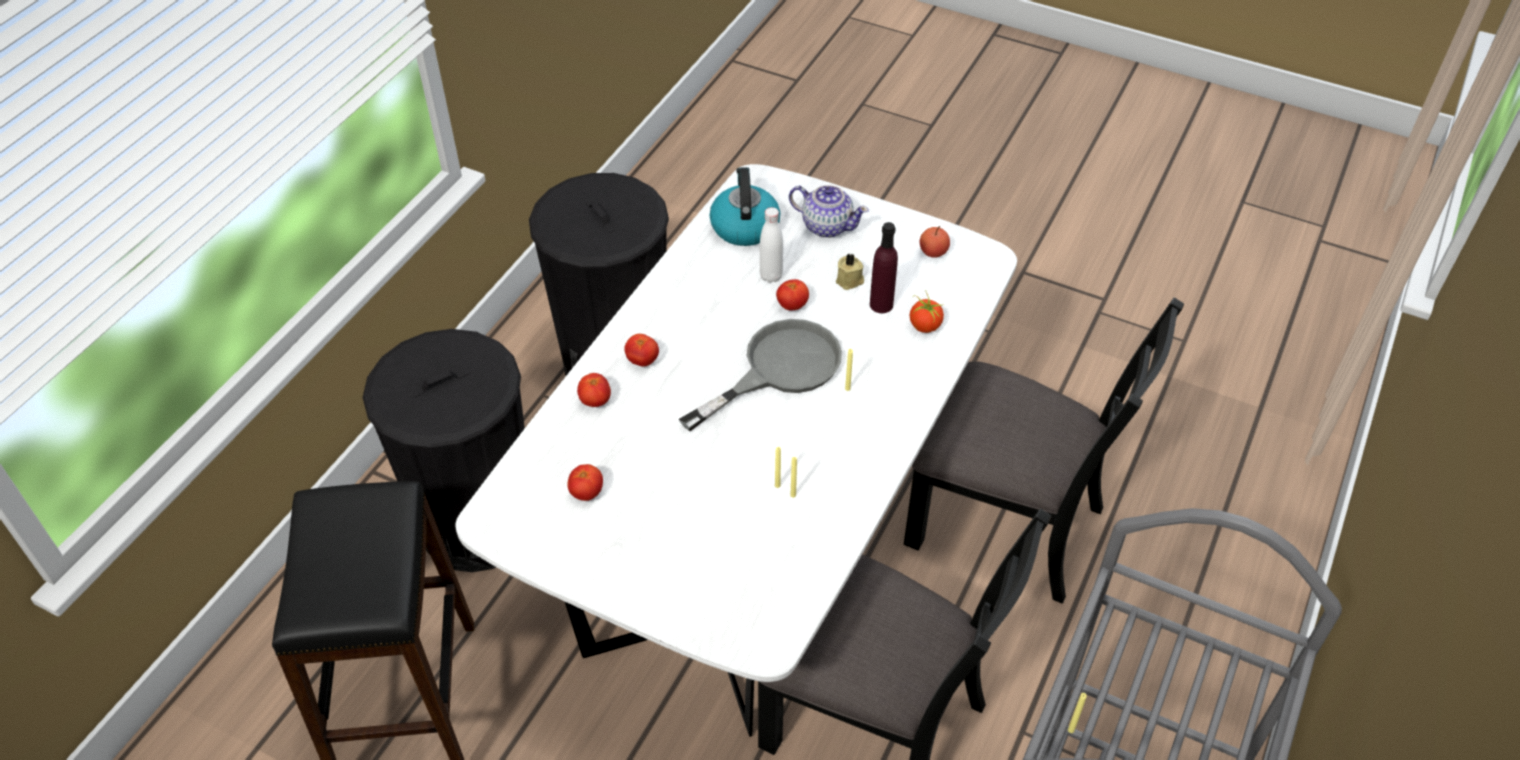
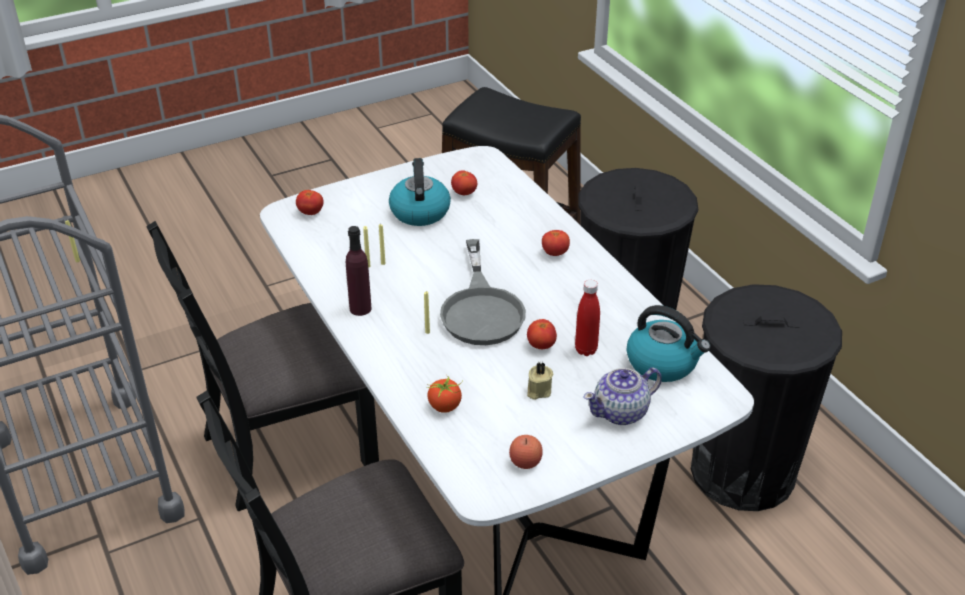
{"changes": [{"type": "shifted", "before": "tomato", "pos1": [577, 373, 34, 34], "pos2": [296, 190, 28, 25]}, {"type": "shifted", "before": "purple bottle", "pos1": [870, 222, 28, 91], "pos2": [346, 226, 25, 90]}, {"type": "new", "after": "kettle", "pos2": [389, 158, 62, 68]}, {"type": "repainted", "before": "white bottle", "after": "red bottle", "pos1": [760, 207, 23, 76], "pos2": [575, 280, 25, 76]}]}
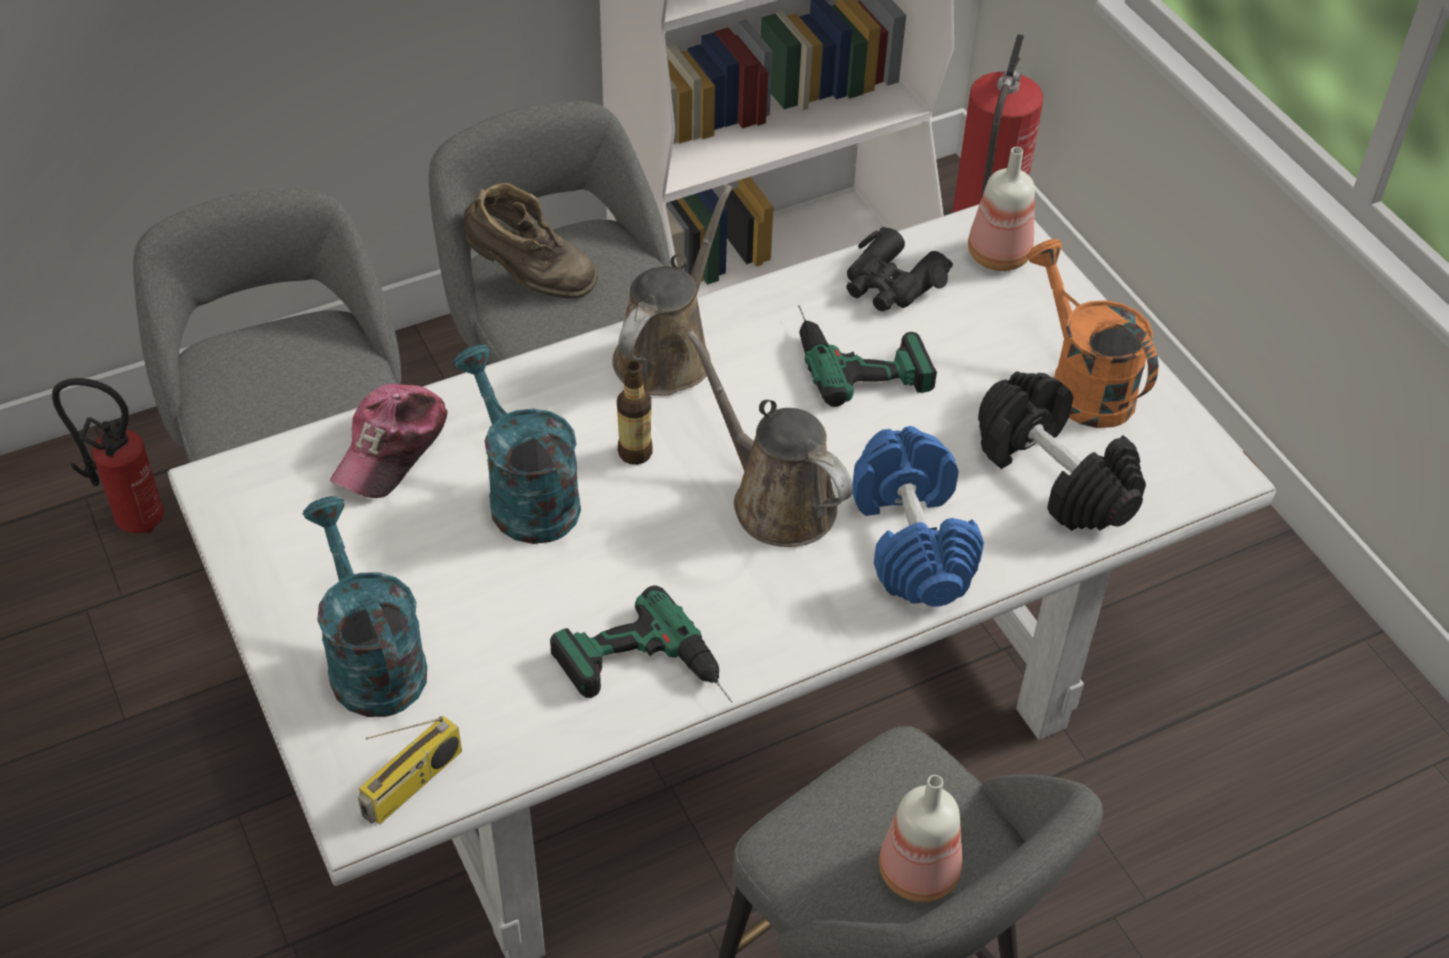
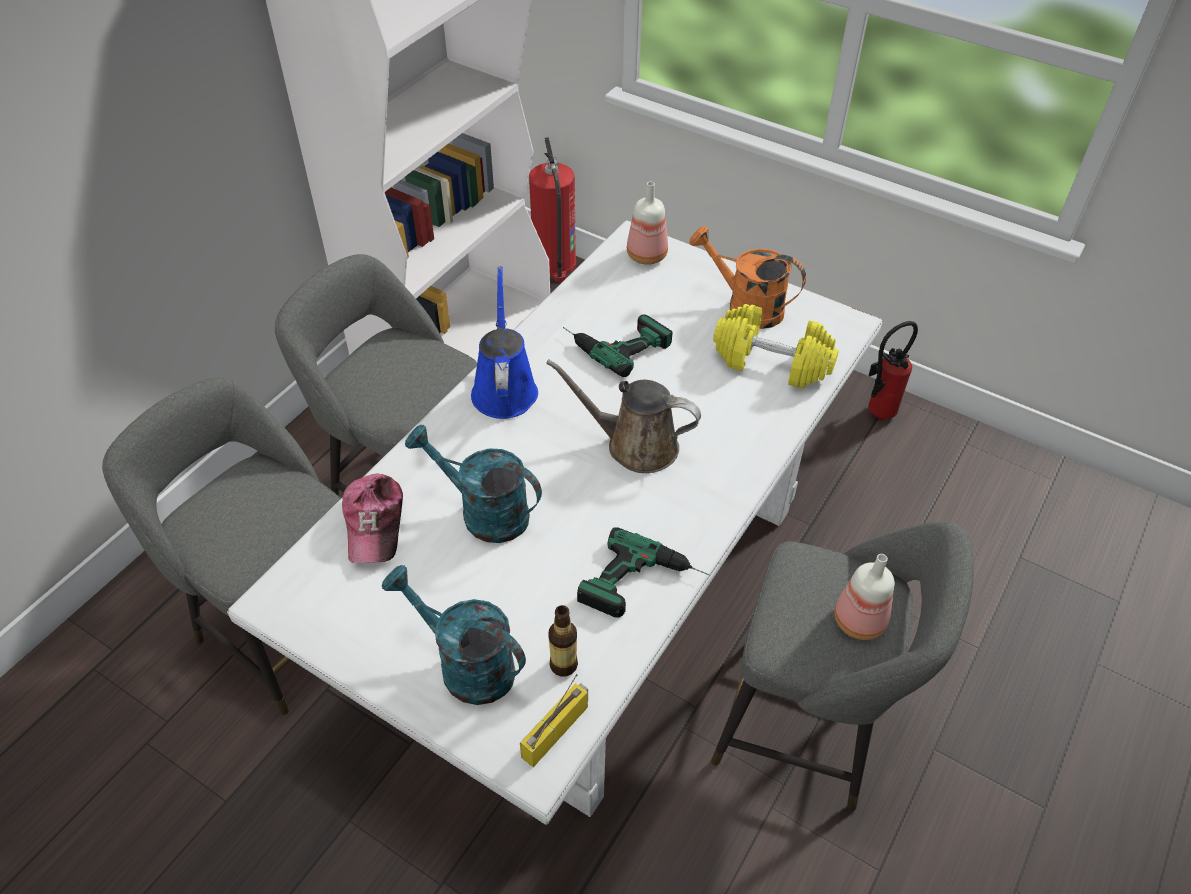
{"changes": [{"type": "repainted", "before": "brown watering can", "after": "blue watering can", "pos1": [612, 185, 120, 211], "pos2": [471, 266, 67, 153]}, {"type": "rotated", "before": "radio", "pos1": [358, 715, 104, 110], "pos2": [520, 674, 68, 93], "turn": -150}, {"type": "shifted", "before": "bottle", "pos1": [617, 361, 35, 104], "pos2": [548, 605, 30, 72]}, {"type": "repainted", "before": "black dumbbell", "after": "yellow dumbbell", "pos1": [978, 371, 168, 160], "pos2": [713, 304, 126, 85]}, {"type": "shifted", "before": "fire extinguisher", "pos1": [52, 378, 112, 155], "pos2": [868, 321, 50, 100]}, {"type": "gone", "before": "brown boot", "pos1": [464, 183, 134, 116]}, {"type": "gone", "before": "black binoculars", "pos1": [846, 227, 107, 85]}, {"type": "gone", "before": "blue dumbbell", "pos1": [852, 426, 132, 181]}]}
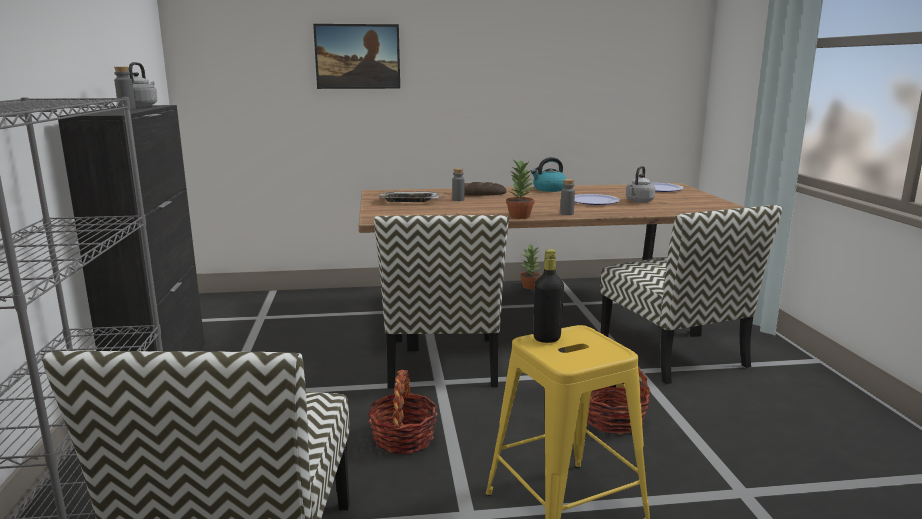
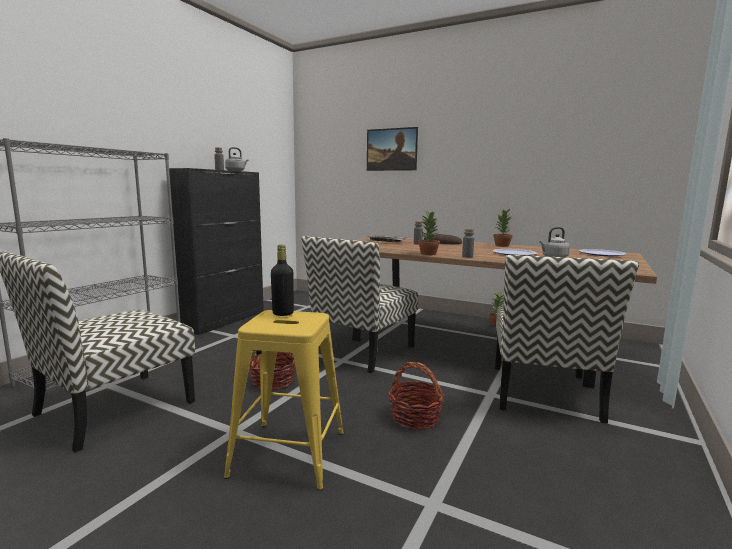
{"changes": [{"type": "swapped", "before": "kettle", "after": "potted plant", "pos1": [531, 157, 36, 35], "pos2": [493, 209, 20, 38]}]}
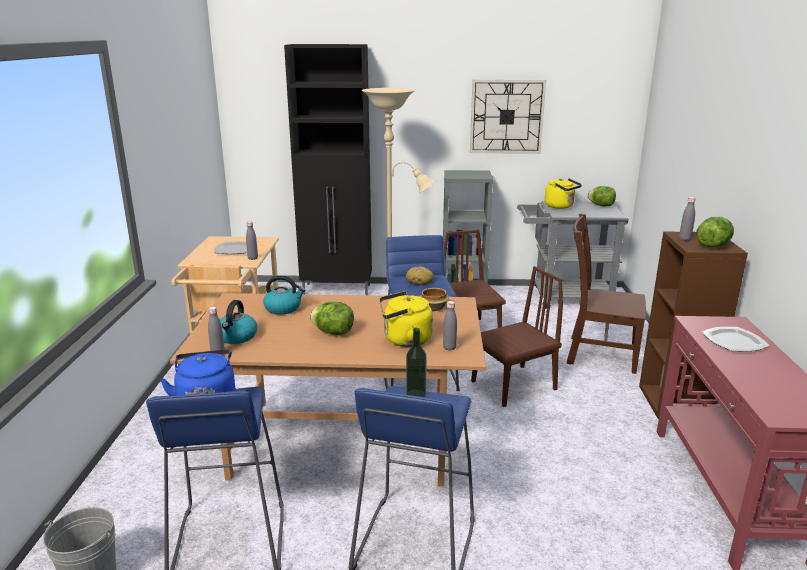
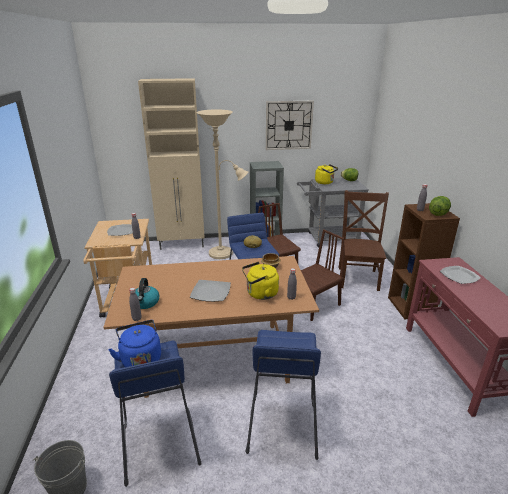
{"changes": [{"type": "repainted", "before": "black cabinet", "after": "beige cabinet", "pos1": [284, 44, 88, 251], "pos2": [138, 78, 67, 172]}, {"type": "swapped", "before": "lettuce", "after": "plate", "pos1": [310, 302, 44, 33], "pos2": [190, 280, 41, 22]}, {"type": "rotated", "before": "brown chair", "pos1": [567, 213, 79, 161], "pos2": [338, 190, 51, 101], "turn": 90}, {"type": "gone", "before": "kettle", "pos1": [263, 275, 42, 40]}, {"type": "gone", "before": "bottle", "pos1": [406, 328, 21, 69]}]}
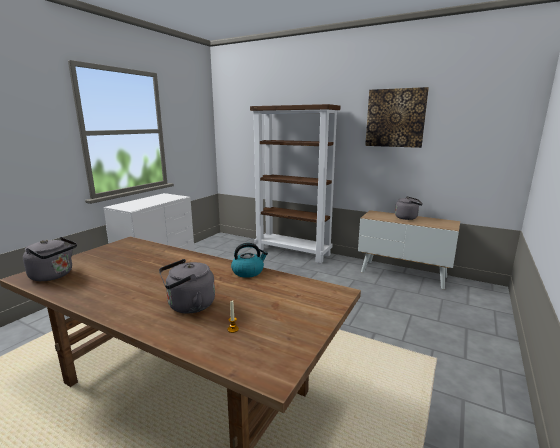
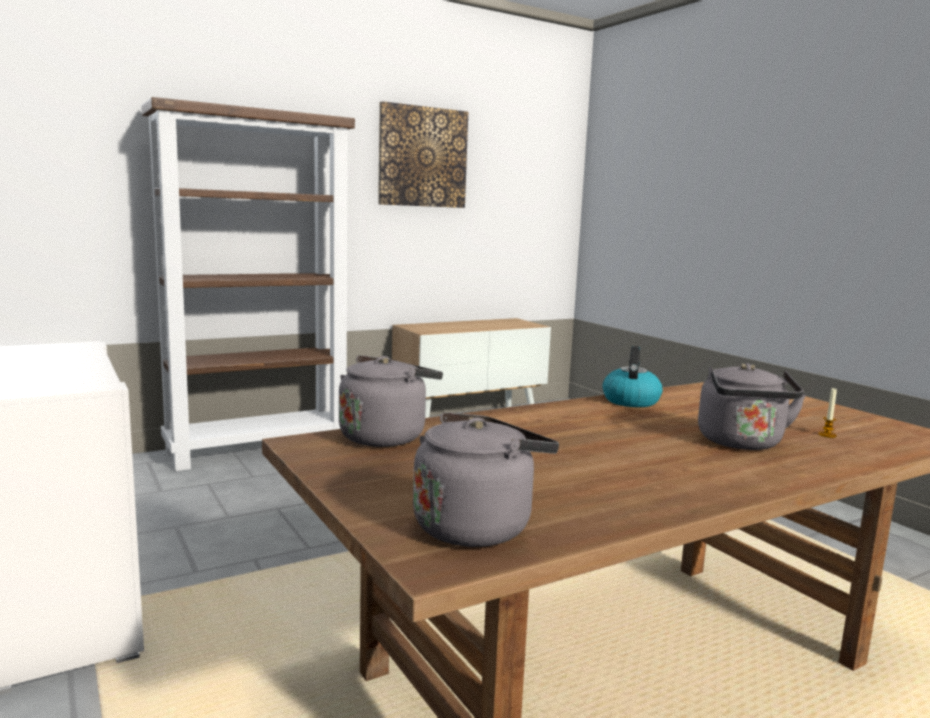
{"changes": [{"type": "shifted", "before": "grey kettle", "pos1": [395, 196, 28, 24], "pos2": [339, 355, 104, 92]}]}
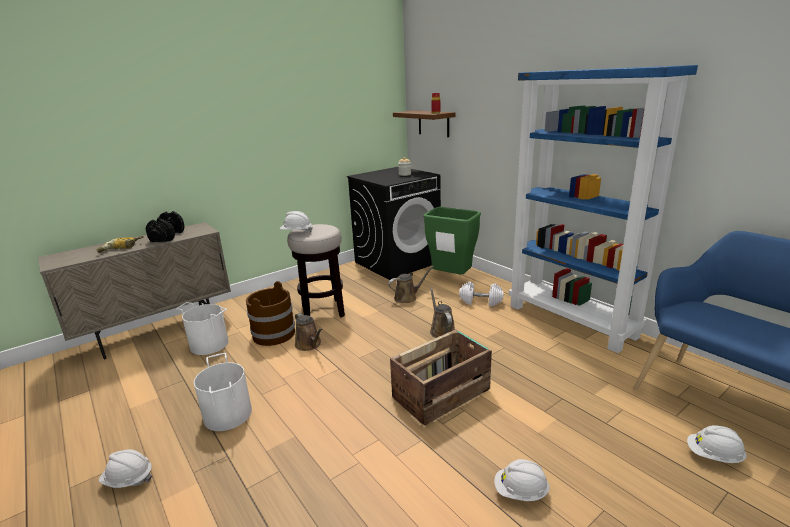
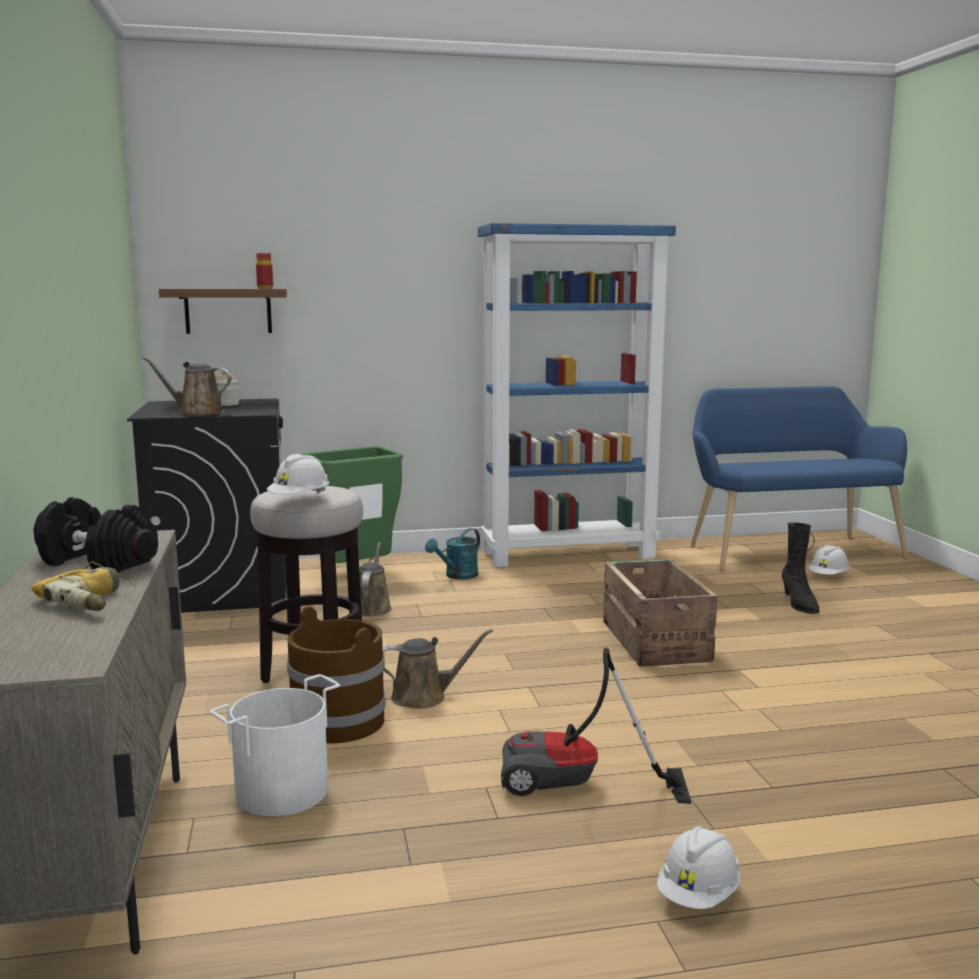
{"changes": [{"type": "shifted", "before": "brown watering can", "pos1": [430, 287, 25, 51], "pos2": [142, 357, 90, 58]}, {"type": "swapped", "before": "white dumbbell", "after": "turquoise watering can", "pos1": [459, 281, 45, 26], "pos2": [425, 528, 55, 51]}, {"type": "swapped", "before": "white bucket", "after": "vacuum cleaner", "pos1": [194, 353, 58, 78], "pos2": [501, 648, 190, 156]}, {"type": "new", "after": "black boot", "pos2": [782, 522, 37, 92]}, {"type": "gone", "before": "white hard hat", "pos1": [494, 459, 56, 42]}]}
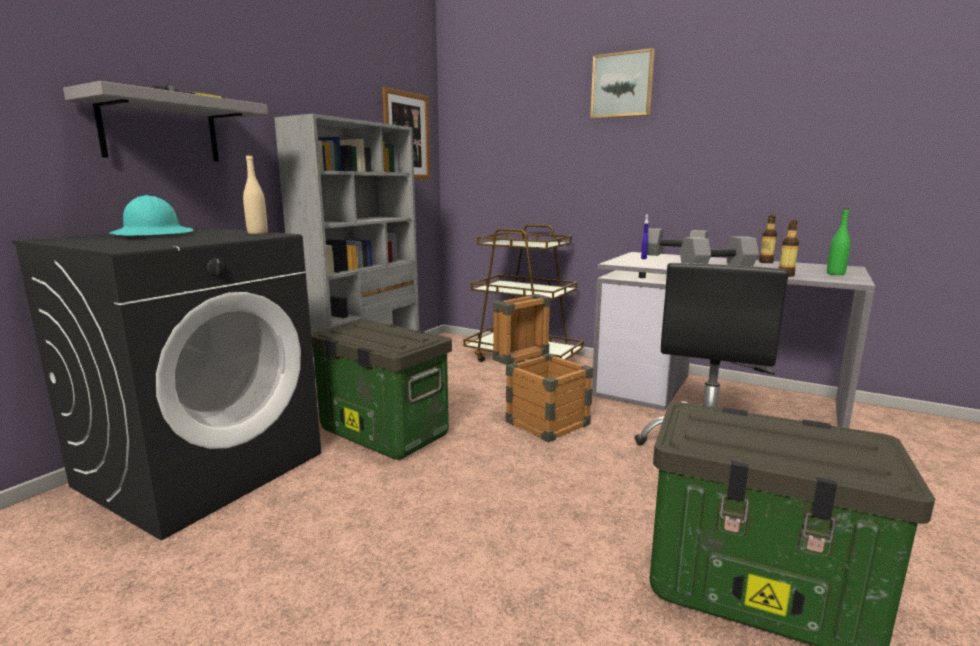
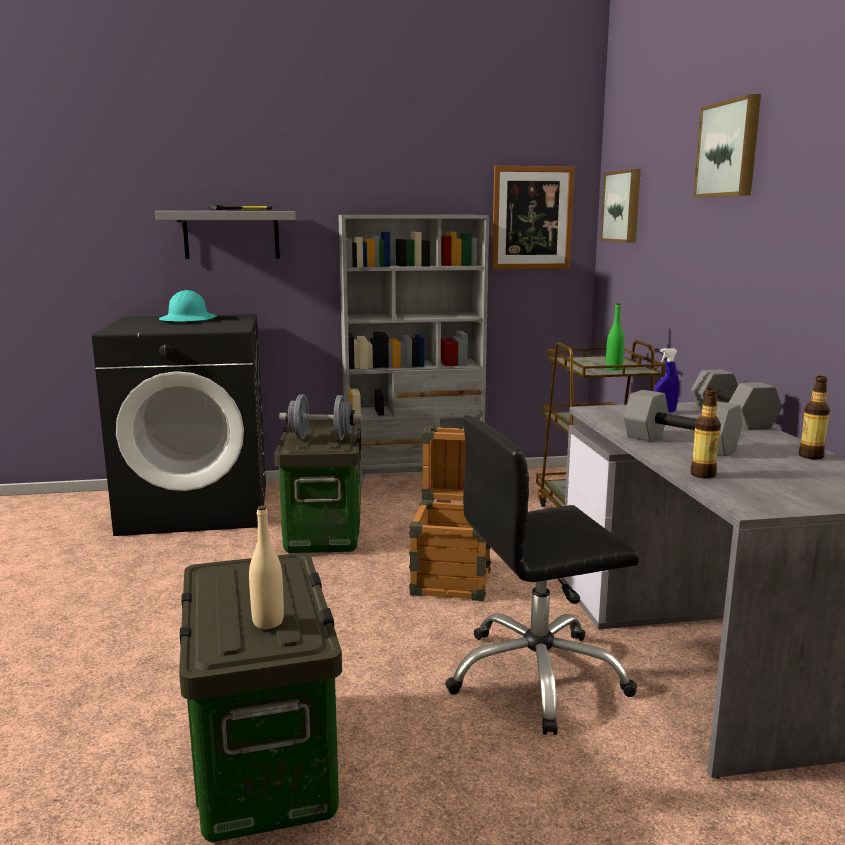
{"changes": [{"type": "shifted", "before": "beige bottle", "pos1": [243, 154, 25, 80], "pos2": [249, 506, 35, 123]}, {"type": "new", "after": "grey dumbbell", "pos2": [279, 394, 83, 46]}, {"type": "new", "after": "picture", "pos2": [601, 169, 40, 74]}, {"type": "shifted", "before": "green bottle", "pos1": [827, 208, 24, 67], "pos2": [606, 303, 19, 67]}]}
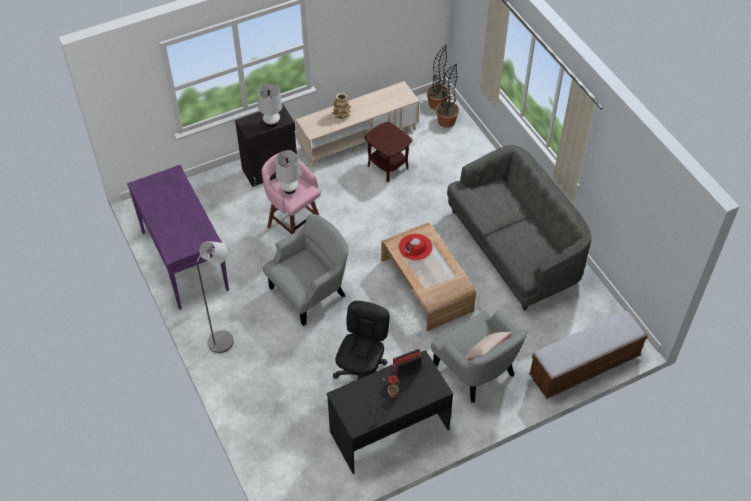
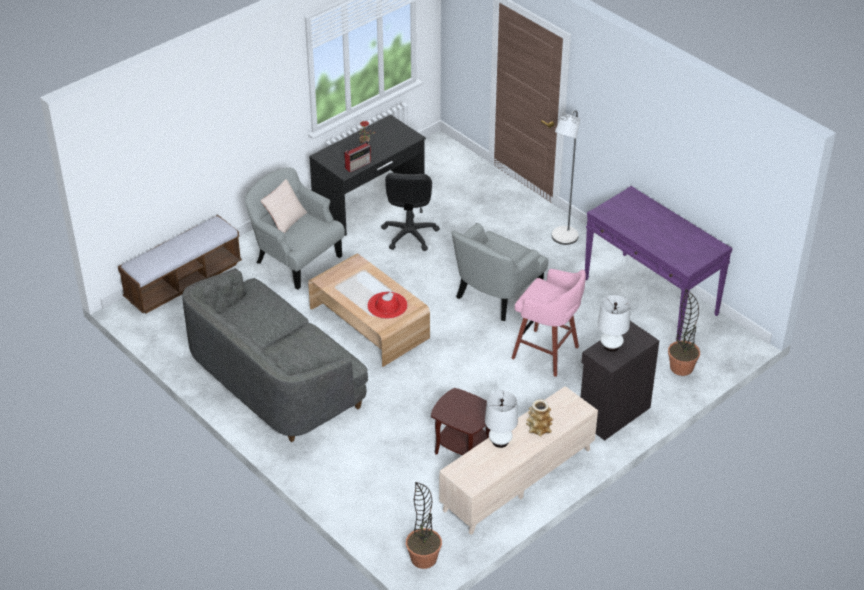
{"changes": [{"type": "shifted", "before": "white table lamp", "pos1": [275, 151, 26, 43], "pos2": [485, 391, 33, 57]}, {"type": "shifted", "before": "potted plant", "pos1": [436, 64, 23, 64], "pos2": [668, 289, 32, 87]}]}
